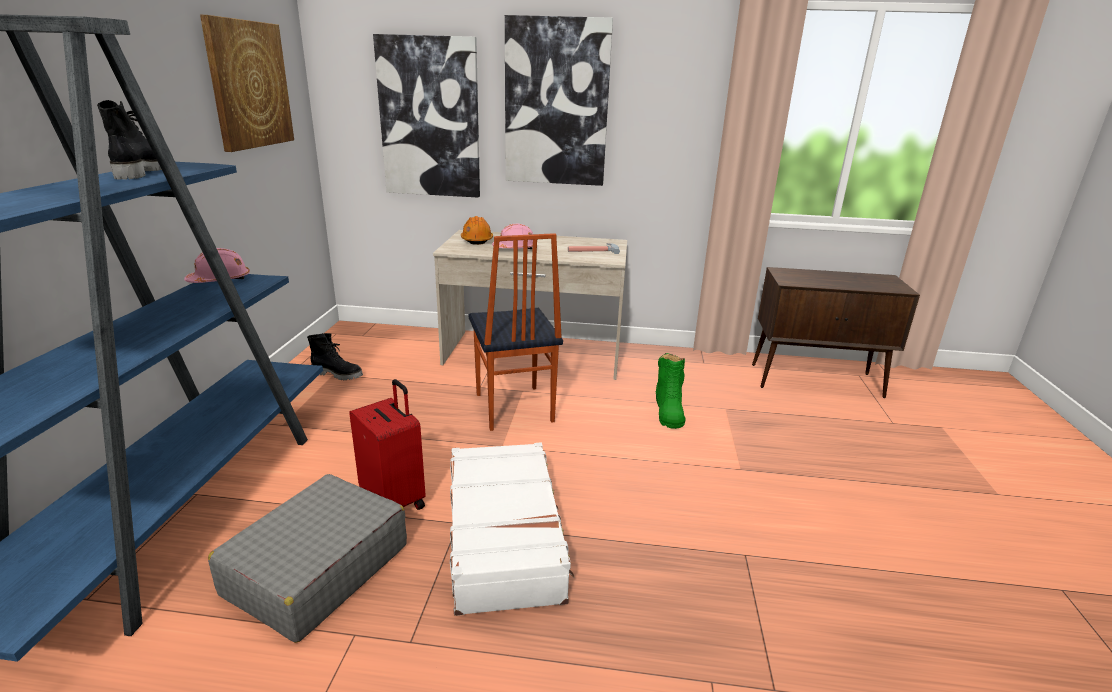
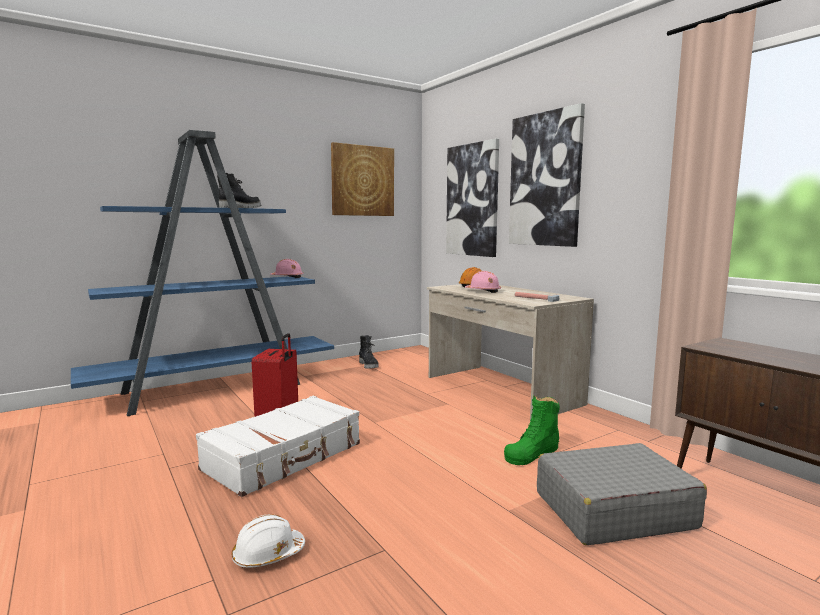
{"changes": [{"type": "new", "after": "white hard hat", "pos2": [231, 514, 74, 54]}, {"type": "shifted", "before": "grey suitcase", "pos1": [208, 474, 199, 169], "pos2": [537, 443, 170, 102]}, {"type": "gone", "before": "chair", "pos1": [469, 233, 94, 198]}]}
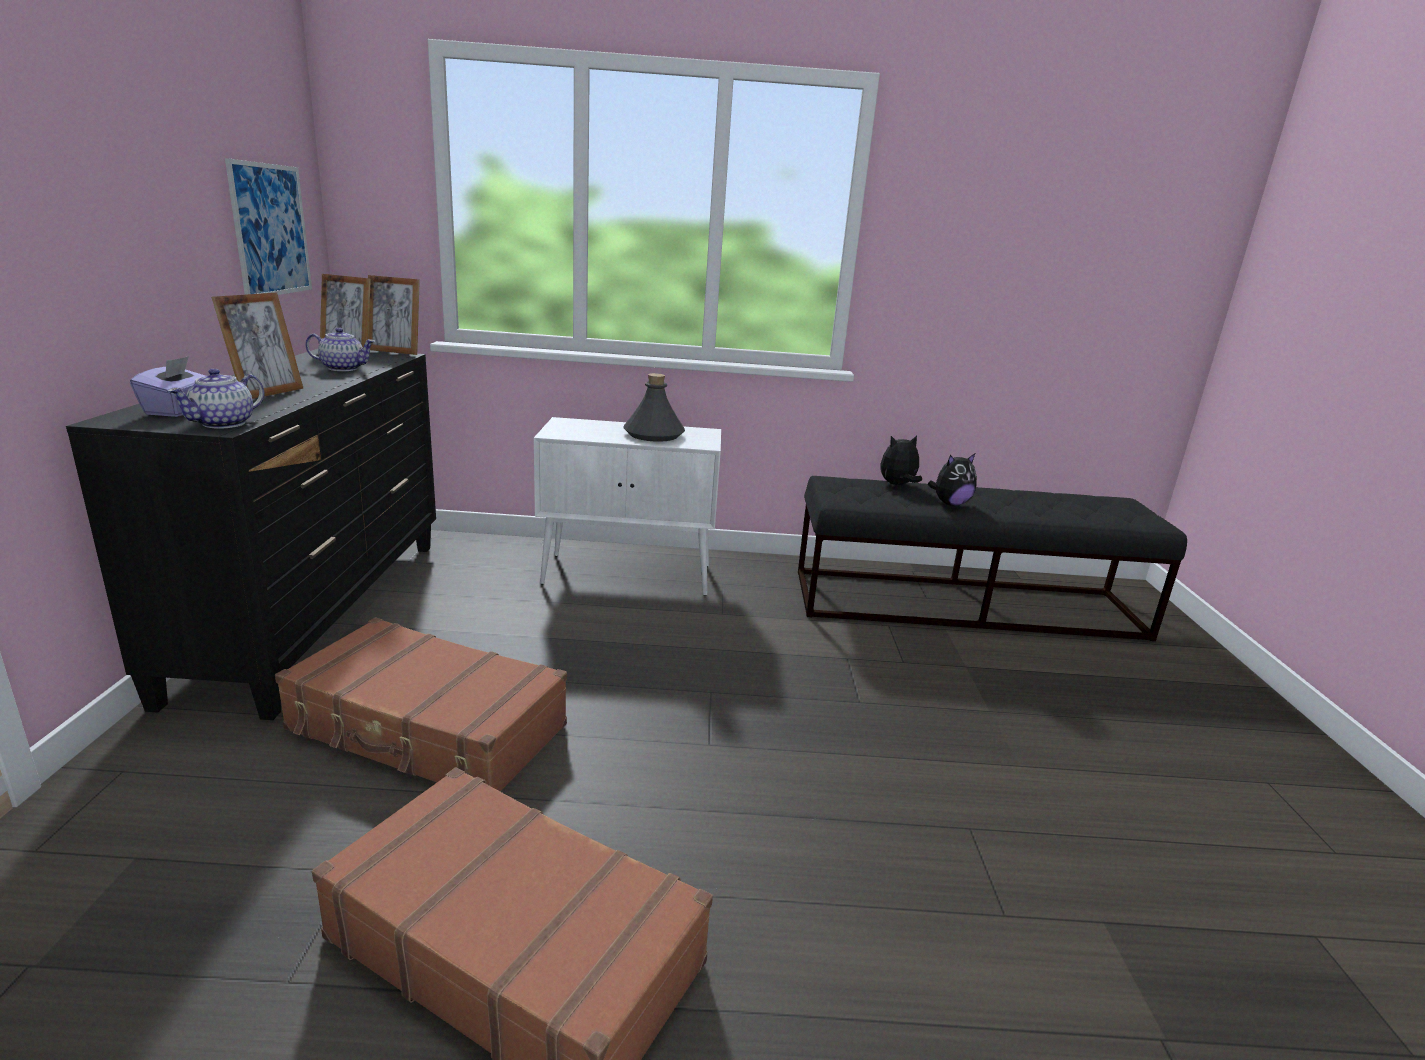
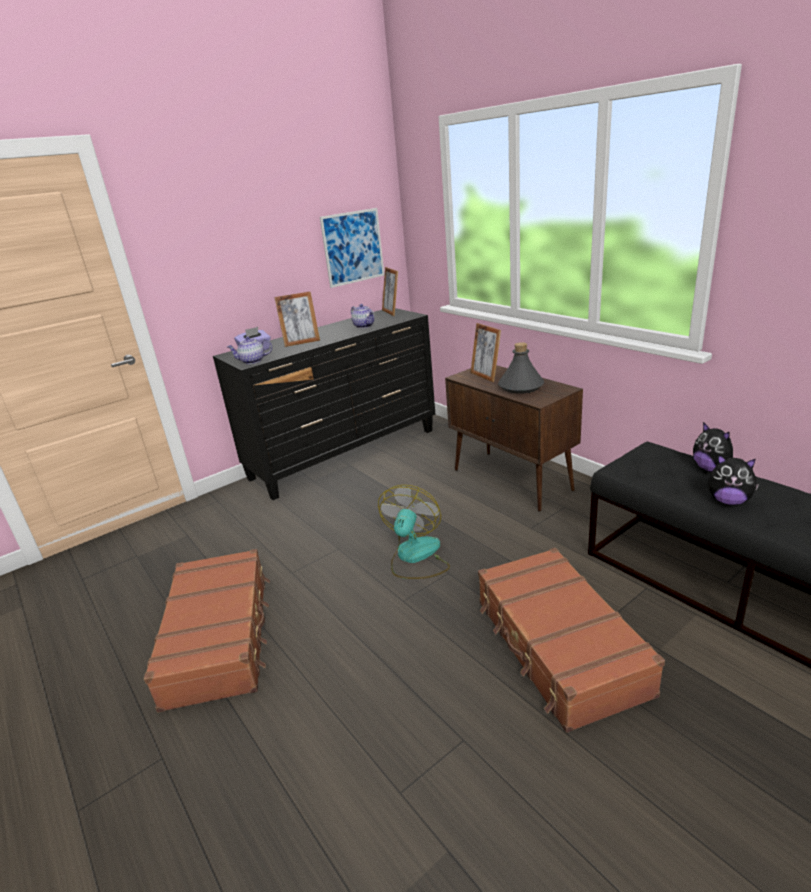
{"changes": [{"type": "new", "after": "fan", "pos2": [378, 485, 72, 94]}, {"type": "repainted", "before": "white cabinet", "after": "brown cabinet", "pos1": [534, 417, 187, 179], "pos2": [445, 365, 138, 147]}, {"type": "shifted", "before": "picture frame", "pos1": [368, 275, 52, 80], "pos2": [470, 323, 31, 59]}, {"type": "shifted", "before": "brown suitcase", "pos1": [275, 617, 292, 175], "pos2": [478, 548, 187, 185]}, {"type": "rotated", "before": "plush toy", "pos1": [880, 435, 42, 50], "pos2": [693, 422, 40, 50], "turn": -150}]}
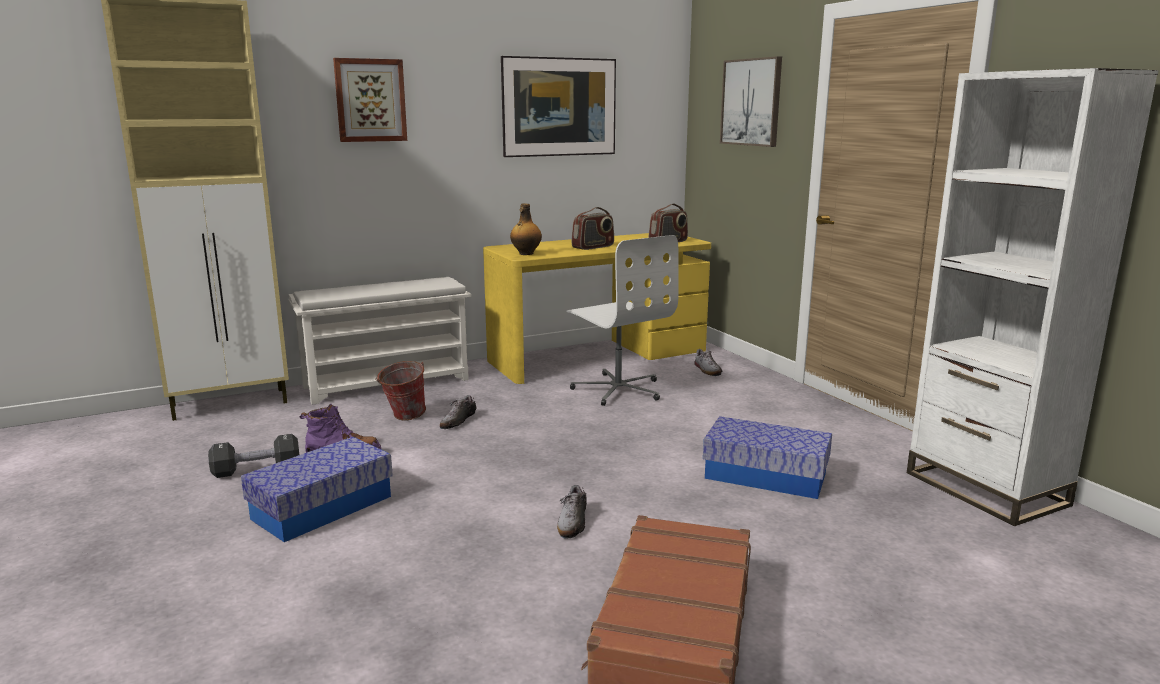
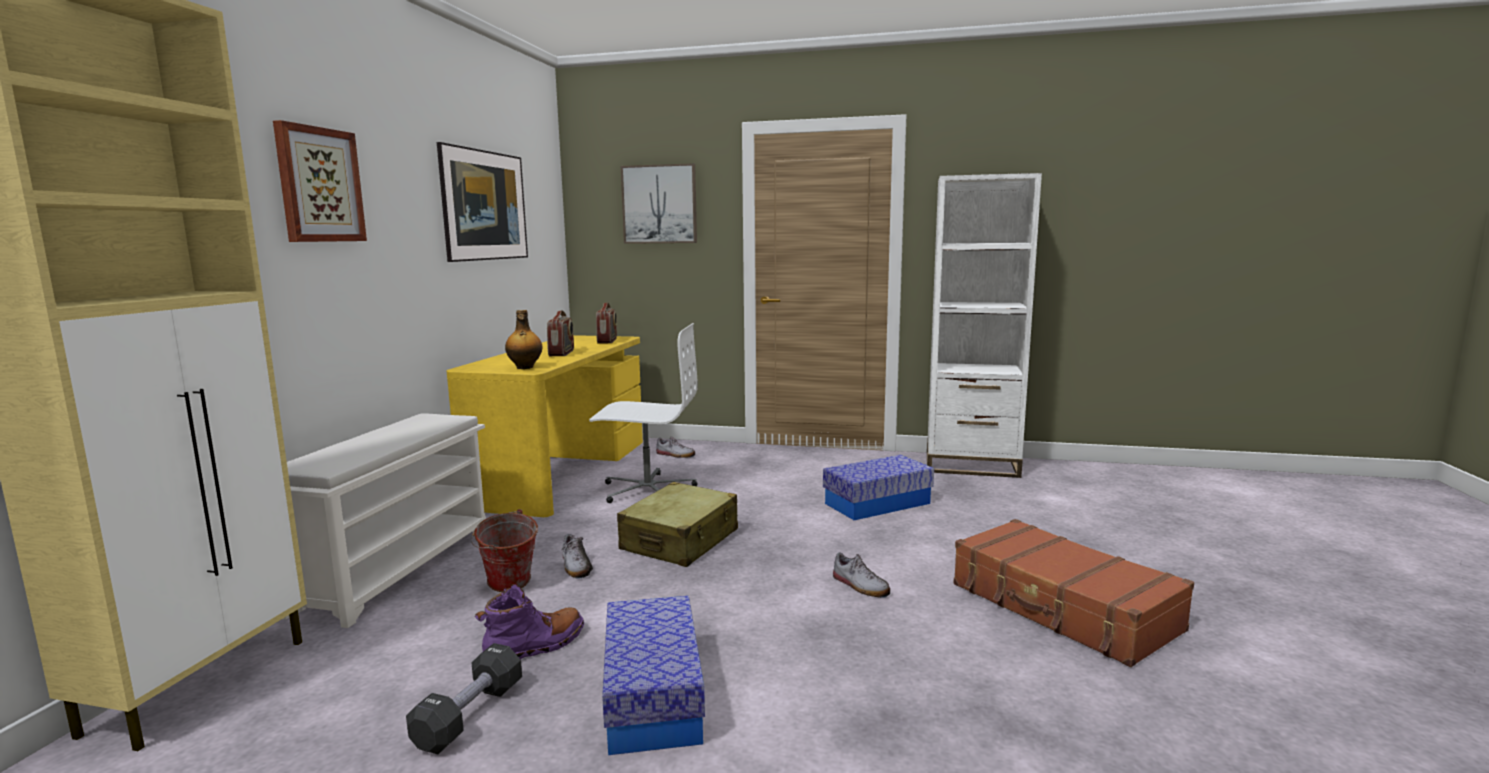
{"changes": [{"type": "new", "after": "beige suitcase", "pos2": [617, 482, 121, 85]}]}
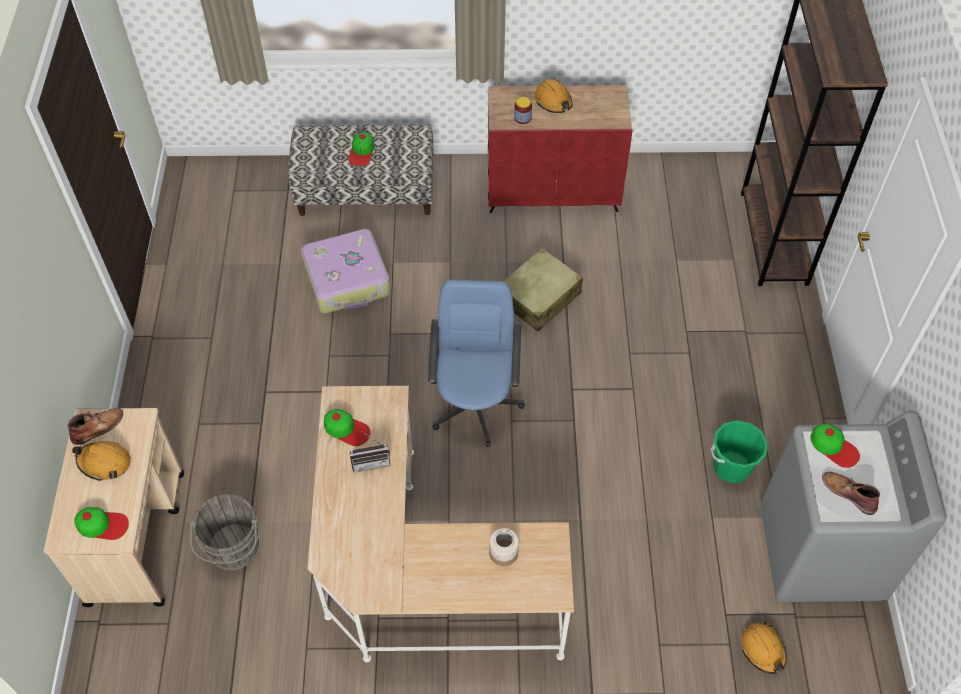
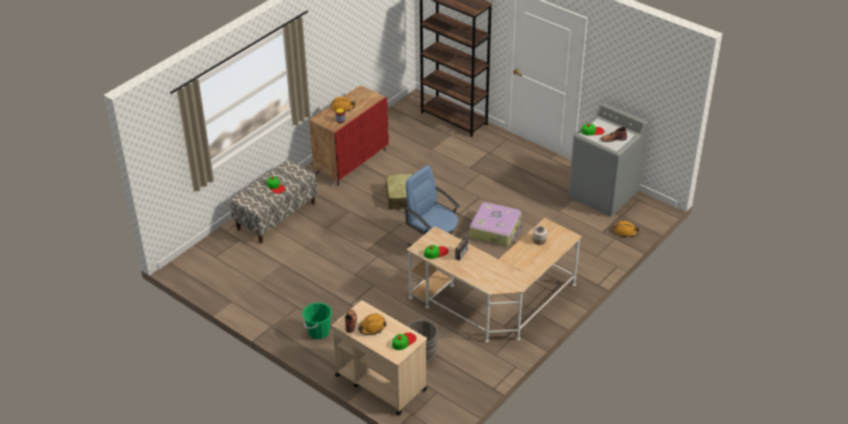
{"changes": [{"type": "shifted", "before": "green bucket", "pos1": [711, 420, 57, 63], "pos2": [302, 302, 30, 37]}, {"type": "shifted", "before": "suitcase", "pos1": [301, 229, 89, 84], "pos2": [469, 202, 53, 44]}]}
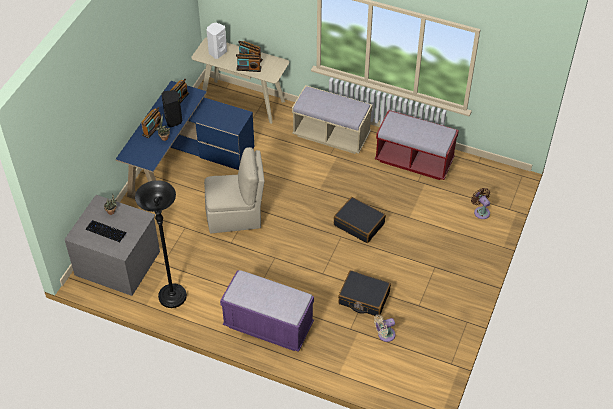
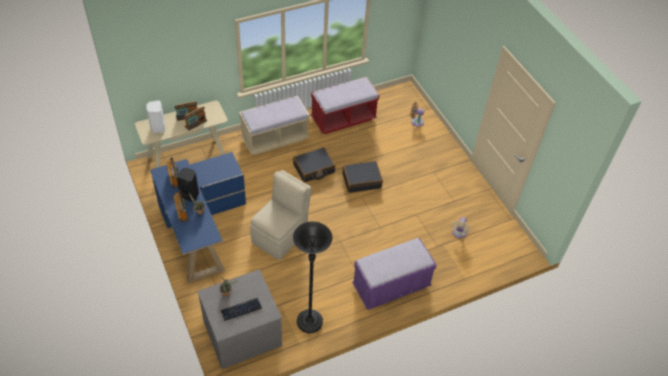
{"changes": [{"type": "shifted", "before": "black suitcase", "pos1": [338, 270, 53, 46], "pos2": [293, 147, 42, 36]}]}
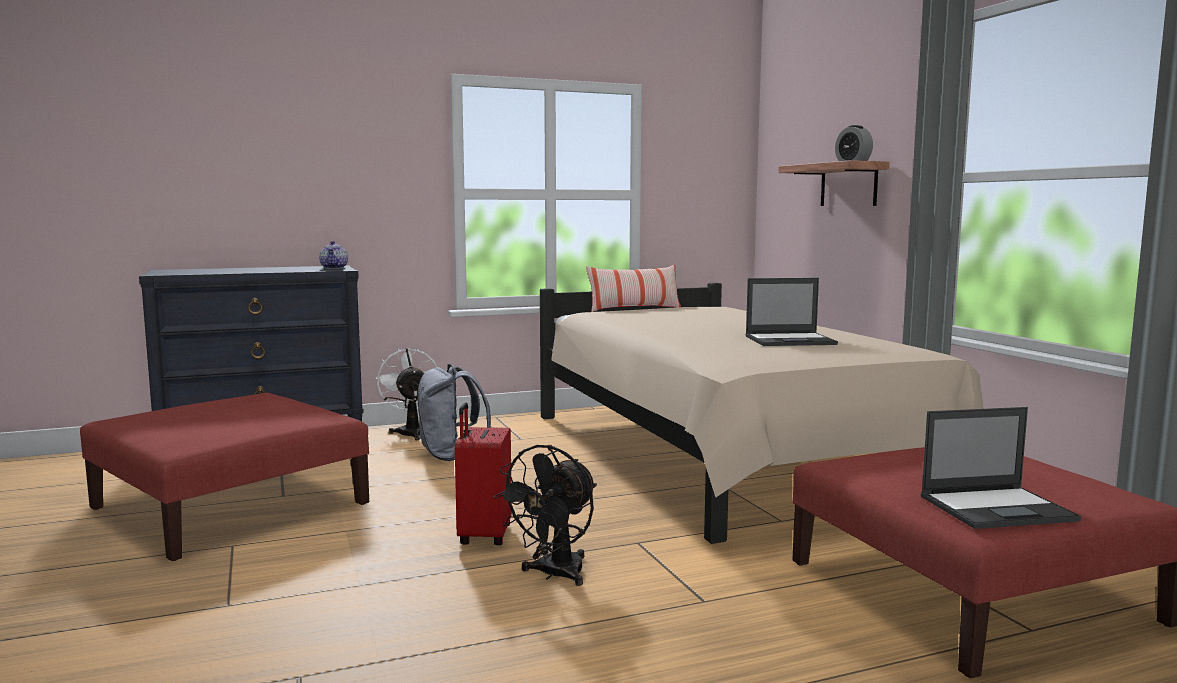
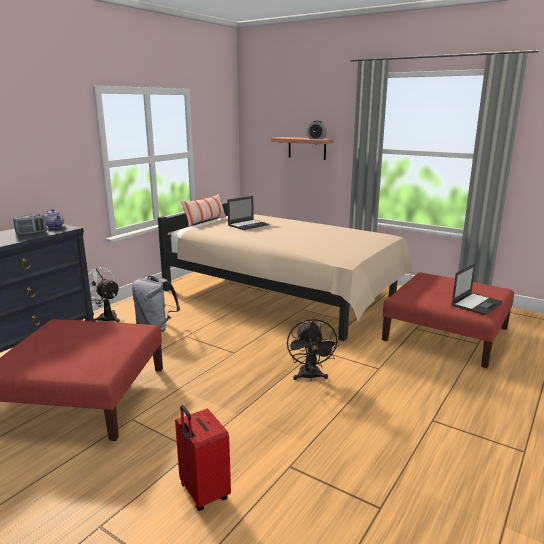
{"changes": [{"type": "new", "after": "radio", "pos2": [13, 214, 34, 21]}, {"type": "shifted", "before": "red suitcase", "pos1": [455, 402, 57, 143], "pos2": [175, 405, 56, 106]}, {"type": "shifted", "before": "laptop", "pos1": [746, 278, 92, 68], "pos2": [227, 196, 42, 34]}]}
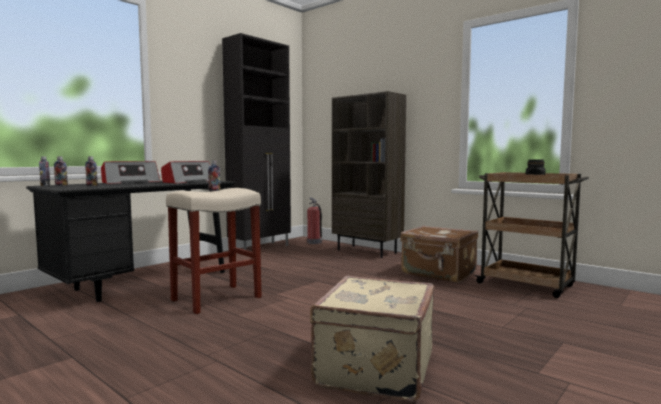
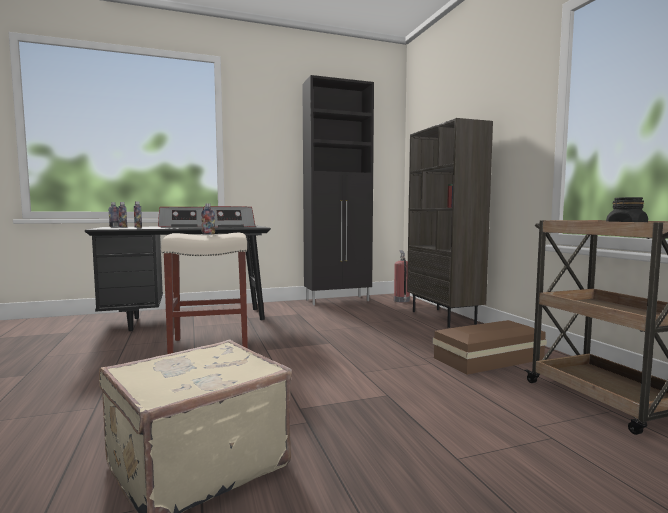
{"changes": [{"type": "swapped", "before": "brown suitcase", "after": "brown storage box", "pos1": [400, 226, 78, 57], "pos2": [433, 320, 114, 55]}]}
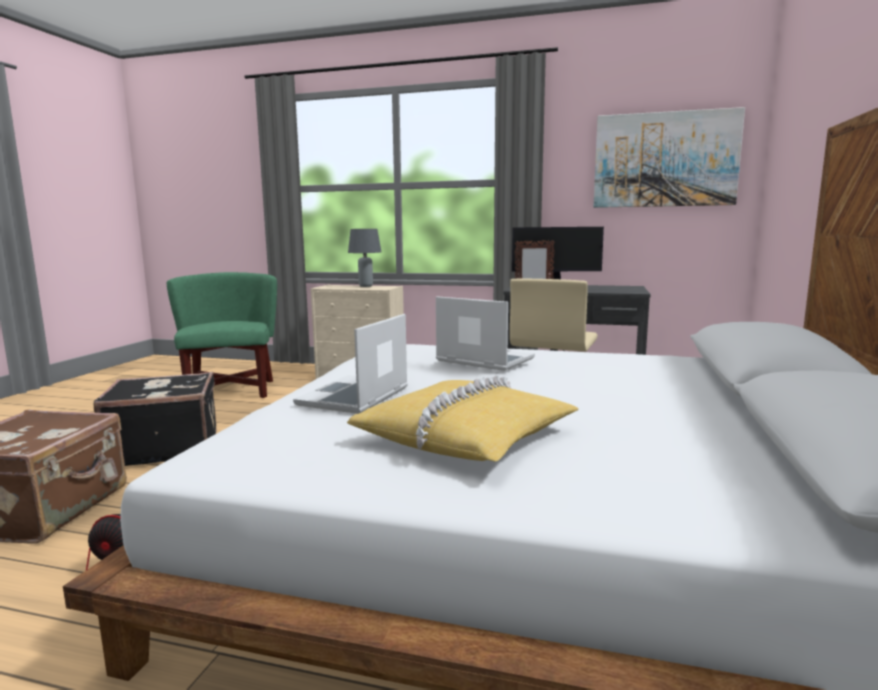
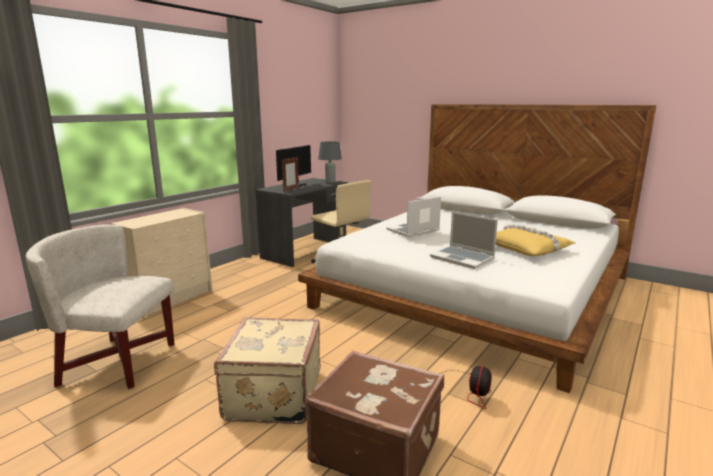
{"changes": [{"type": "repainted", "before": "green armchair", "after": "white armchair", "pos1": [167, 272, 110, 126], "pos2": [26, 225, 149, 164]}, {"type": "repainted", "before": "black suitcase", "after": "beige suitcase", "pos1": [94, 372, 123, 94], "pos2": [214, 317, 107, 107]}, {"type": "shifted", "before": "grey table lamp", "pos1": [348, 229, 34, 58], "pos2": [318, 141, 24, 42]}, {"type": "gone", "before": "picture", "pos1": [594, 107, 151, 101]}]}
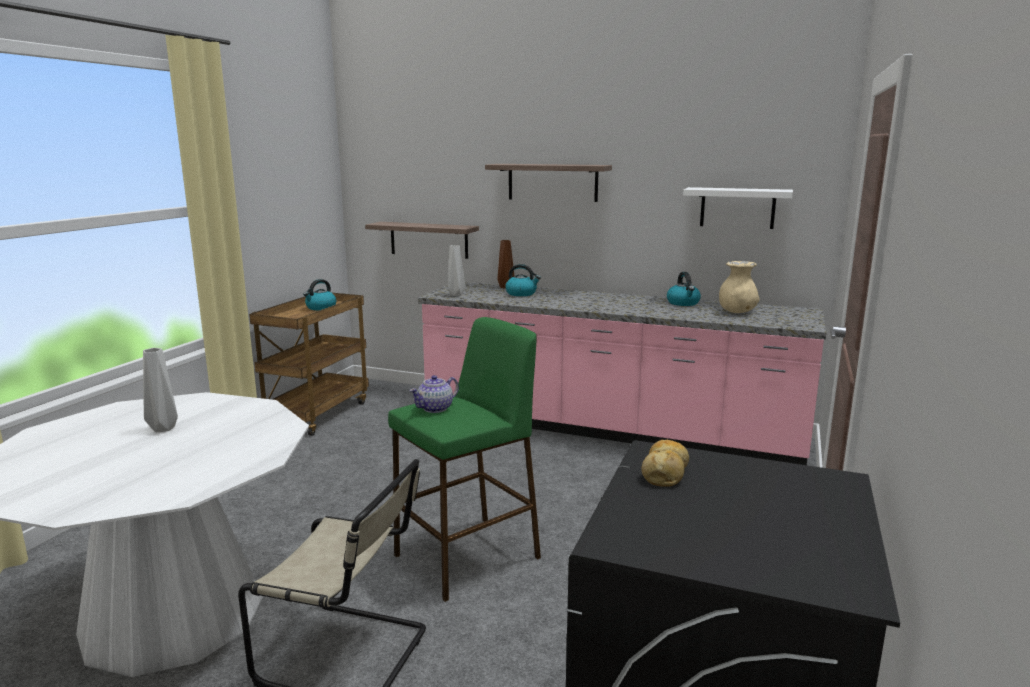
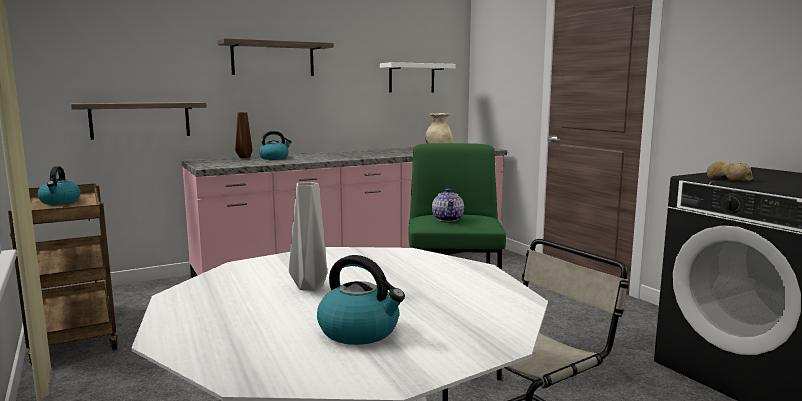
{"changes": [{"type": "shifted", "before": "kettle", "pos1": [667, 272, 34, 34], "pos2": [317, 255, 88, 90]}, {"type": "gone", "before": "grey vase", "pos1": [448, 245, 18, 51]}]}
